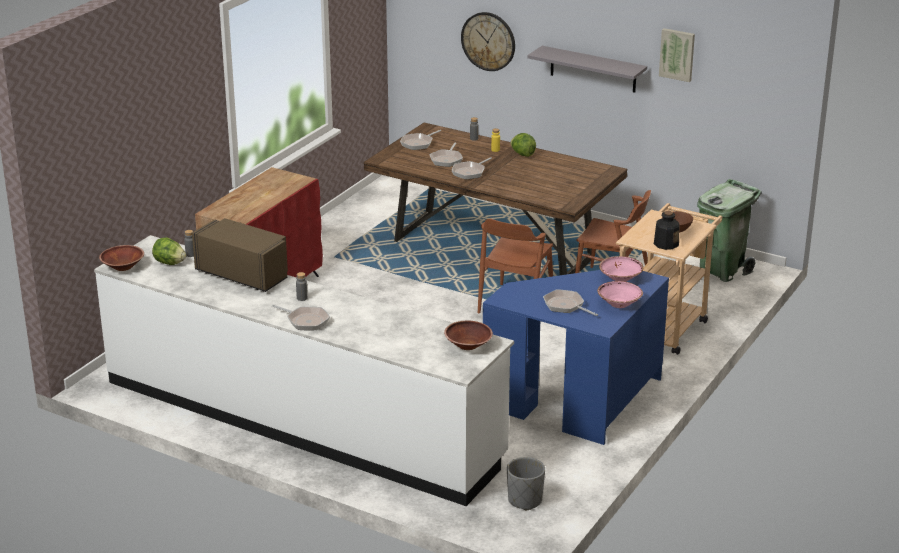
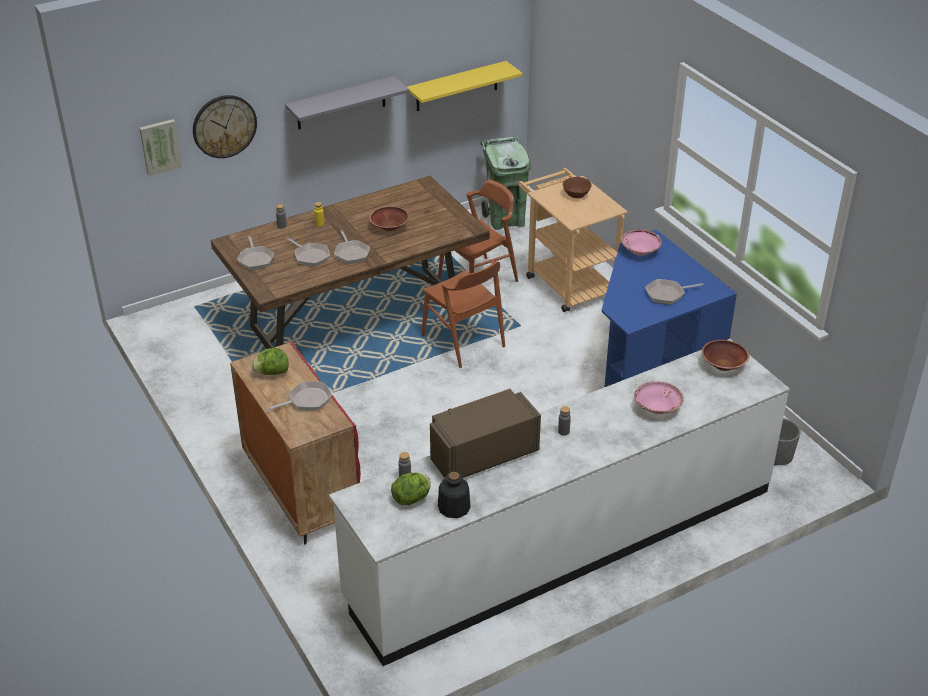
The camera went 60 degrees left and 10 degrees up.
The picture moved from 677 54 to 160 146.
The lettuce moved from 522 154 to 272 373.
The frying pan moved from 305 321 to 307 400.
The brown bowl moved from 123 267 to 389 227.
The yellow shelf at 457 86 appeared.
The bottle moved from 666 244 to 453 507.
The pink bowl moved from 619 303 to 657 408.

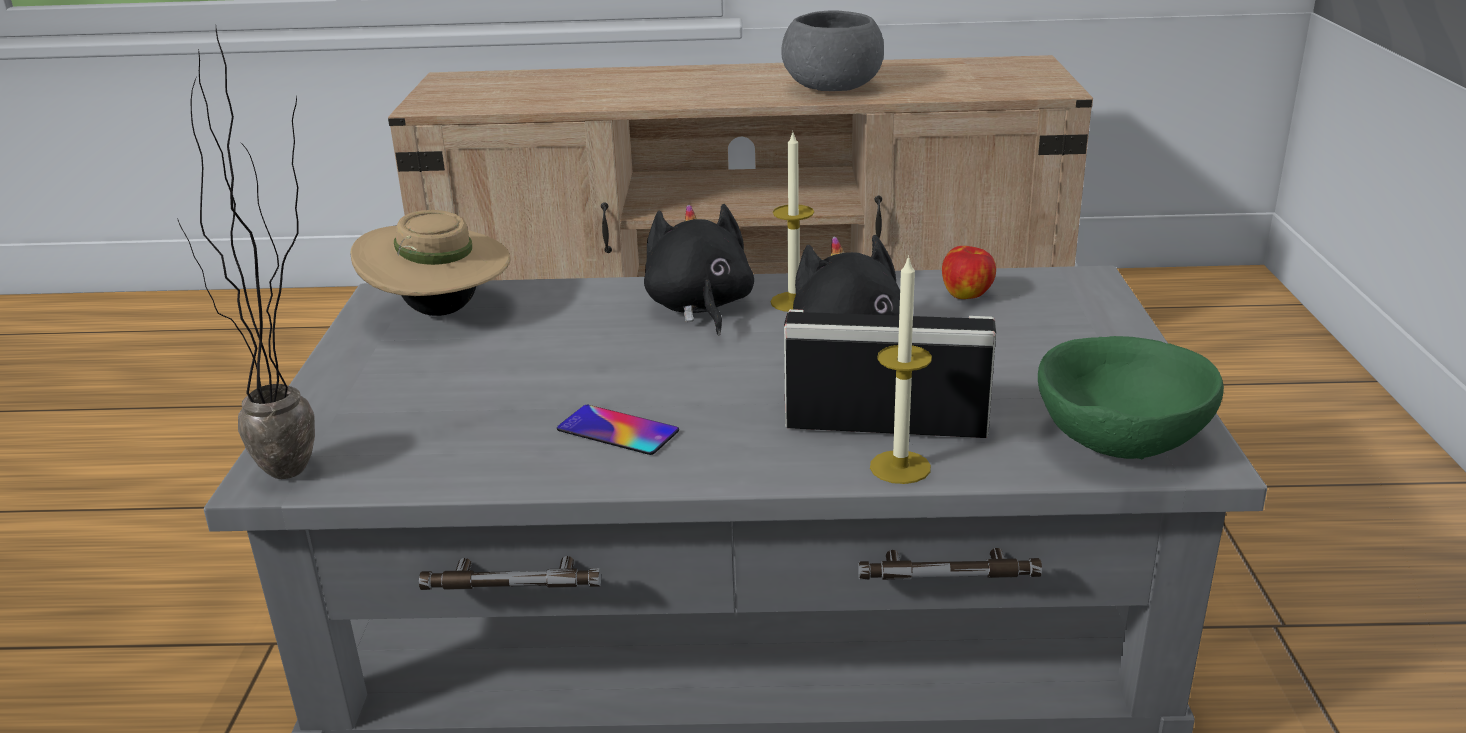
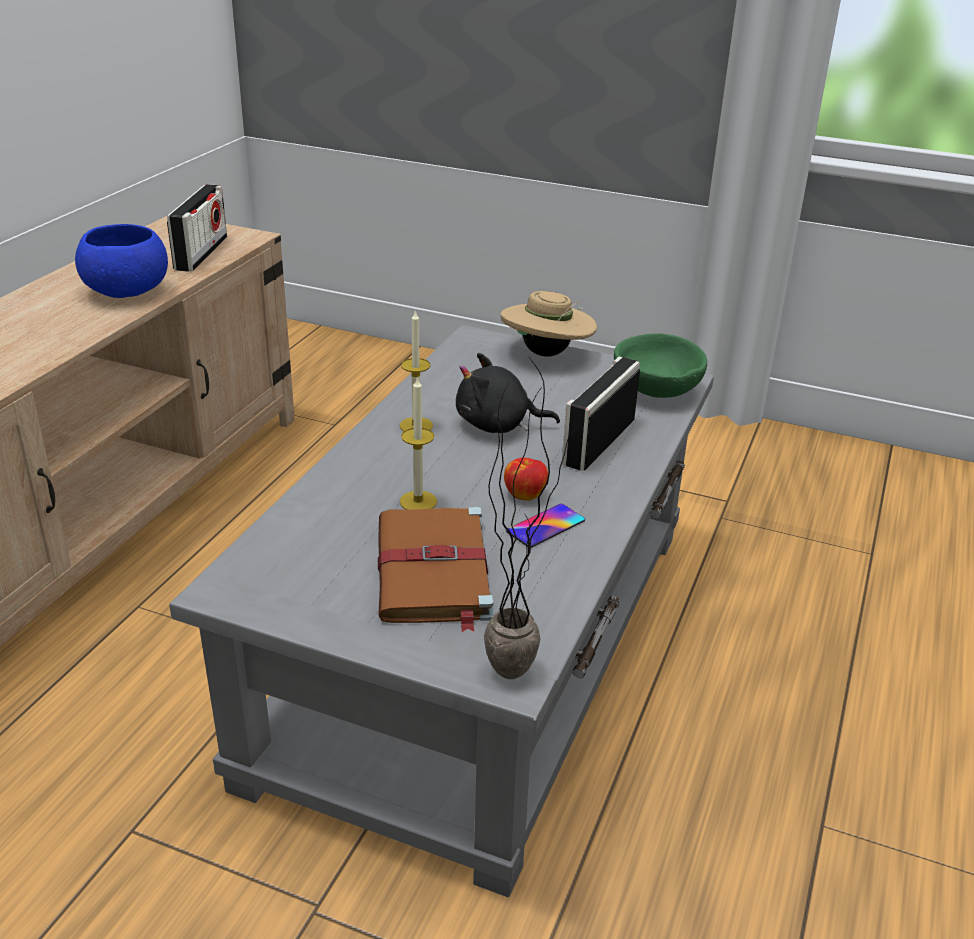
The camera went 70 degrees left and 5 degrees up.
The grey bowl at 832 88 became the blue bowl at 127 292.
The radio at 201 253 appeared.
The brown book at 433 572 appeared.
The candle moved from 900 467 to 418 501.
The beige hat moved from 440 312 to 547 354.
The apple moved from 967 295 to 525 495.
The black plush toy at 699 307 disappeared.

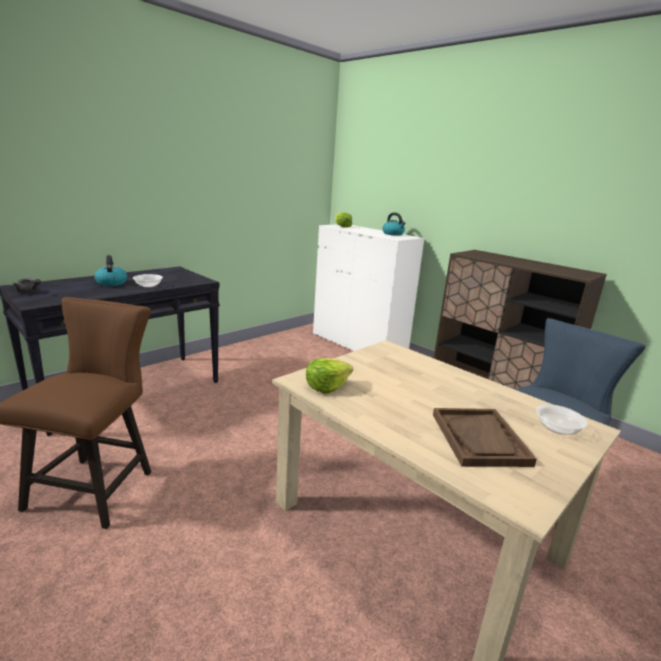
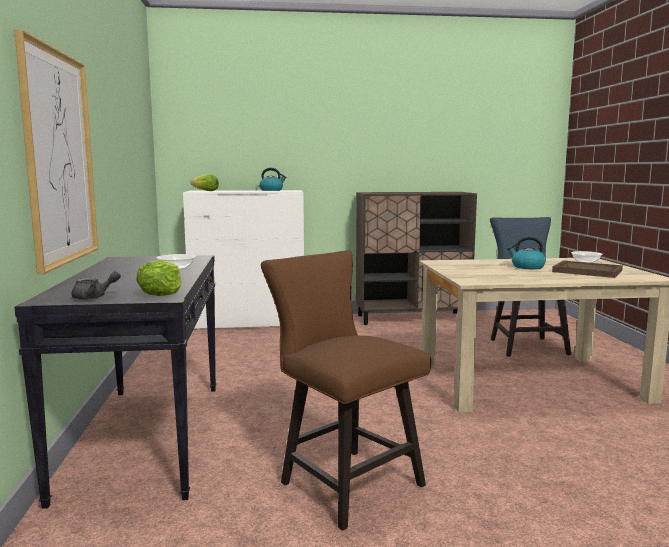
The camera went 50 degrees left and 10 degrees down.
The picture at 60 158 appeared.
The lettuce moved from 326 386 to 161 293.
The kettle moved from 111 283 to 527 267.

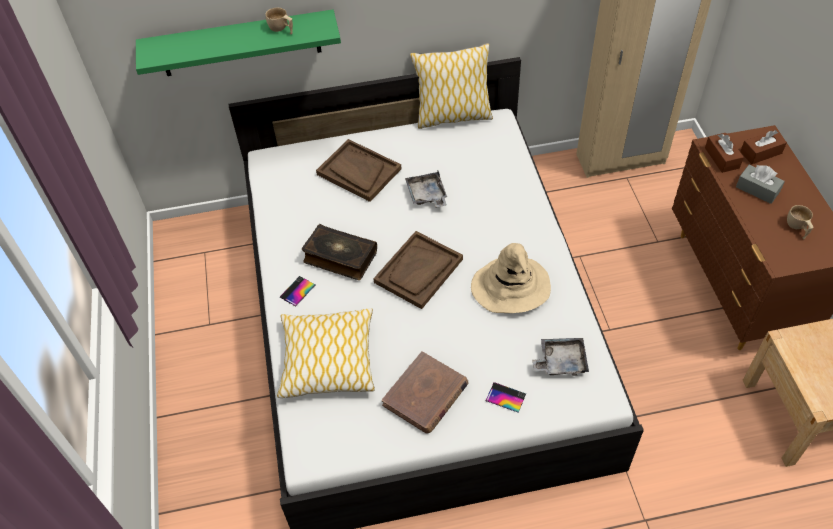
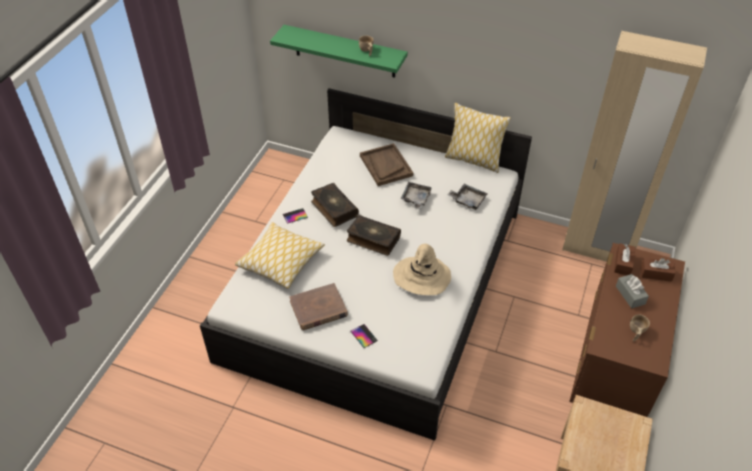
The camera went 30 degrees right and 5 degrees down.
The brown tray at 418 271 was replaced by the book at 373 239.
The grey tray moved from 560 361 to 468 200.

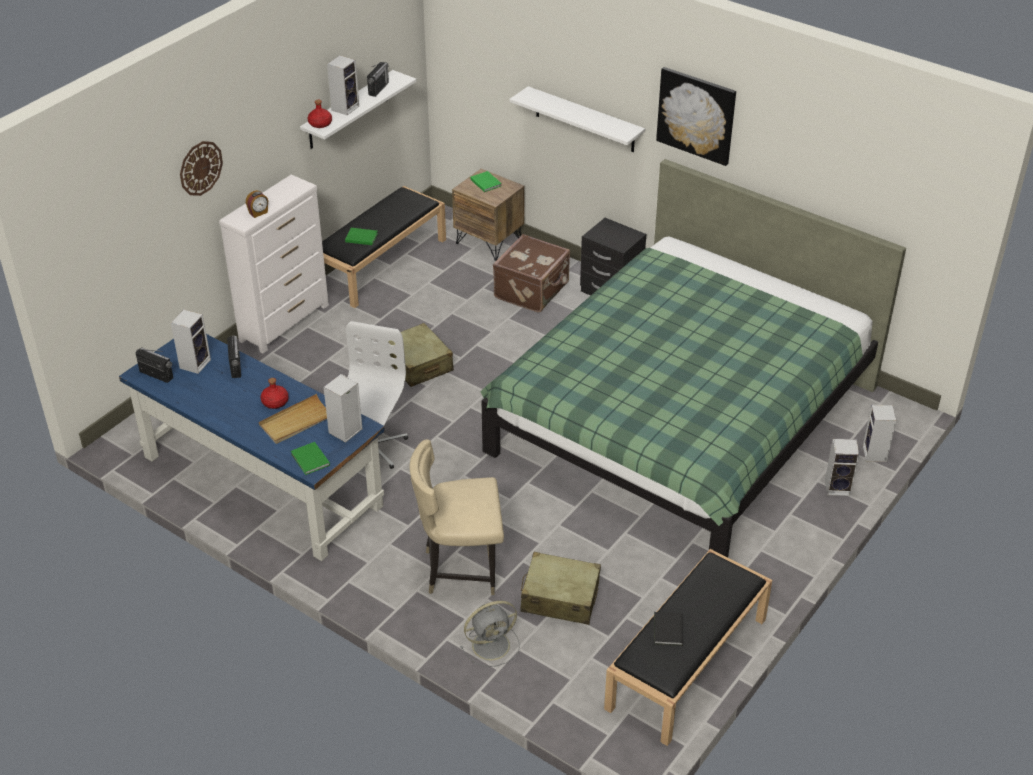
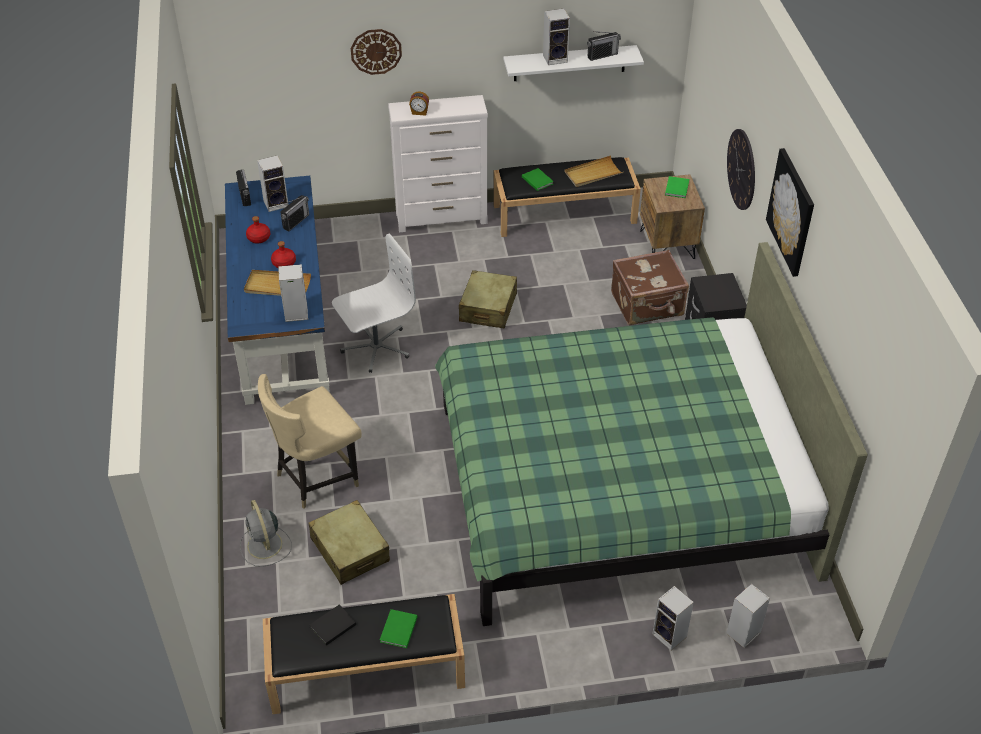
The camera went 45 degrees right and 5 degrees up.
The grey fan at 492 645 turned 45 degrees clockwise.
The red bottle moved from 320 124 to 259 238.
The beige chair at 460 569 turned 75 degrees counterclockwise.
The green book moved from 310 460 to 397 630.
The beige tray at 593 174 appeared.
The white shelf at 584 120 was replaced by the wall clock at 741 169.

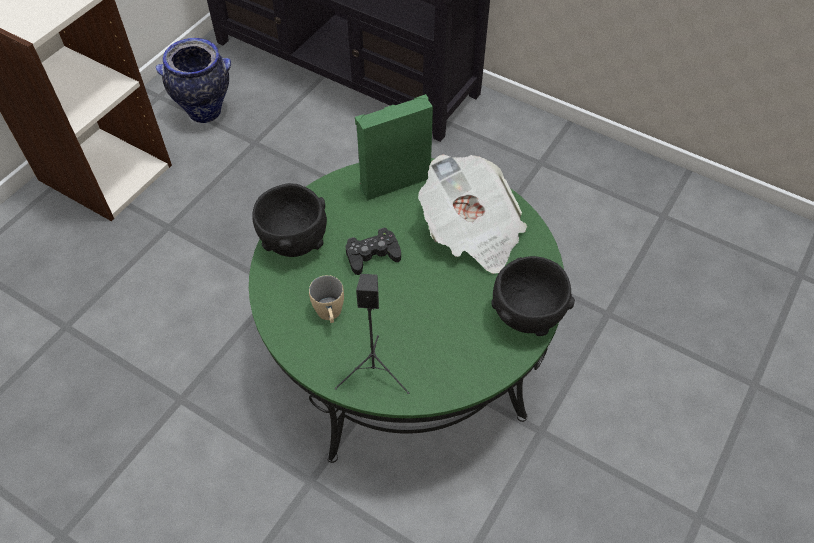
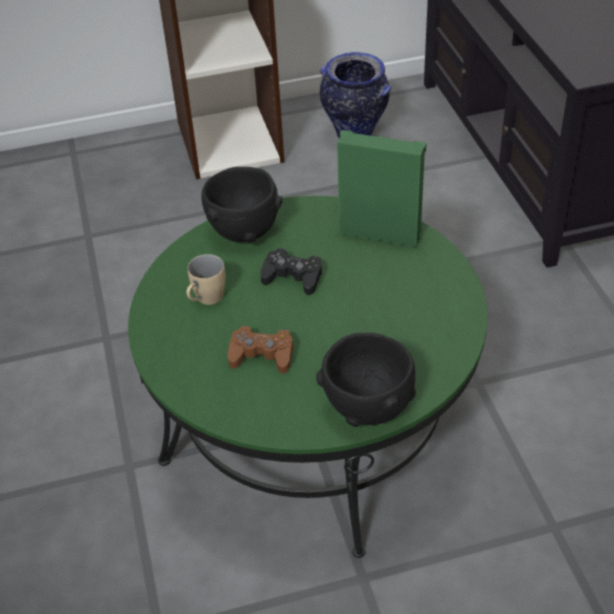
The camera went 45 degrees right and 10 degrees down.
The brown game controller at 262 355 appeared.
The black speaker at 375 372 disappeared.
The newspaper at 472 232 disappeared.

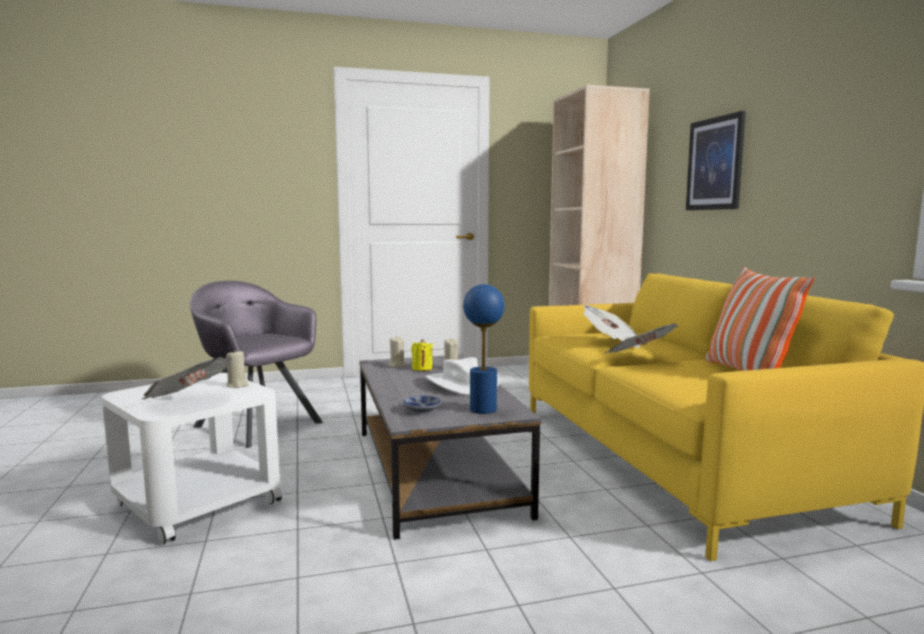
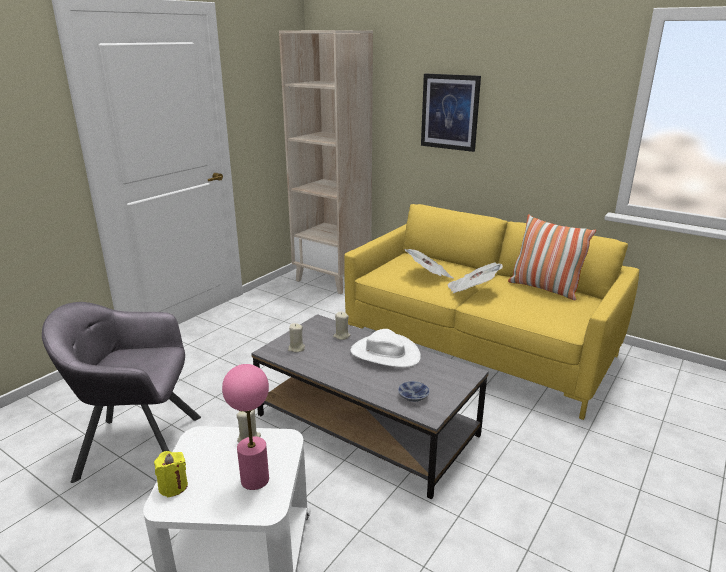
The camera went 40 degrees left and 15 degrees up.
The yellow candle moved from 422 368 to 173 486.
The newspaper at 189 401 was replaced by the pink table lamp at 254 480.
The blue table lamp at 483 409 disappeared.

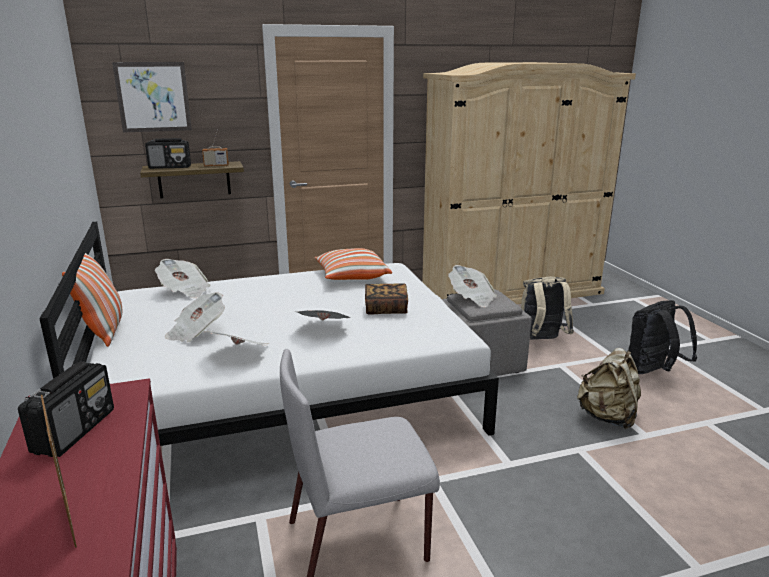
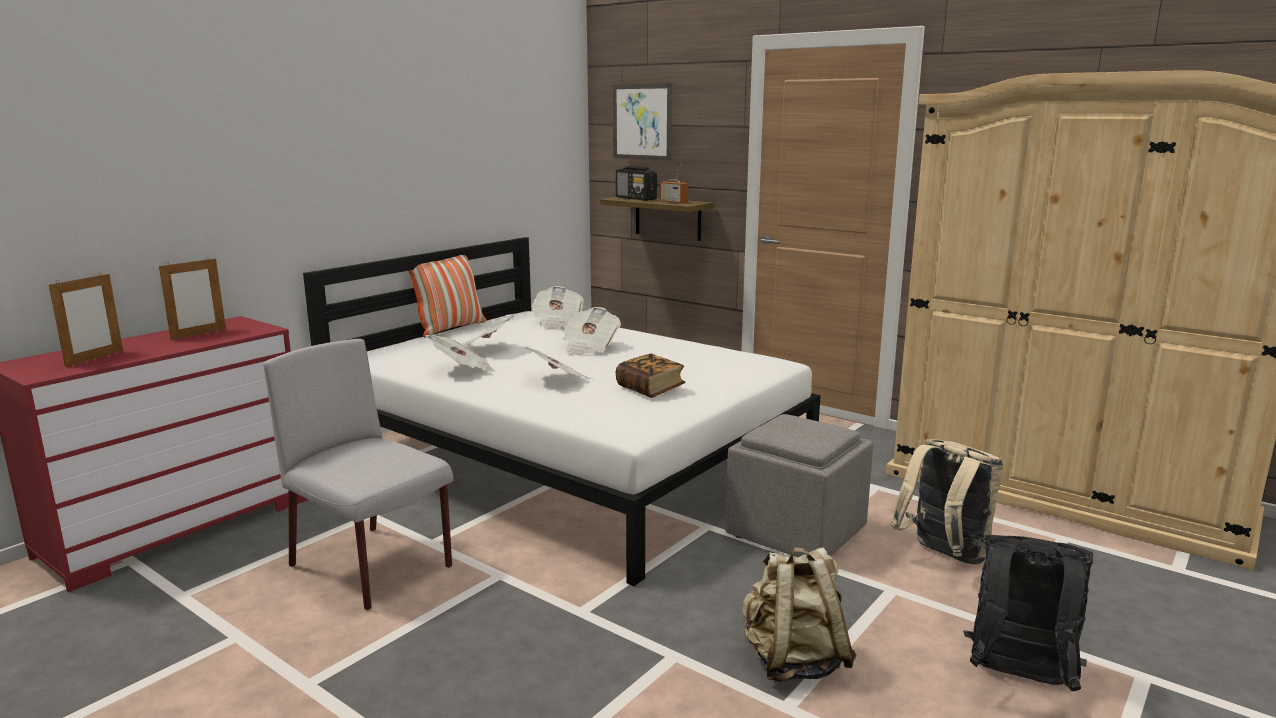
The camera went 55 degrees right and 5 degrees down.
The radio at 75 430 was replaced by the picture frame at 198 334.
The newspaper moved from 472 298 to 589 347.
The pillow at 351 276 disappeared.

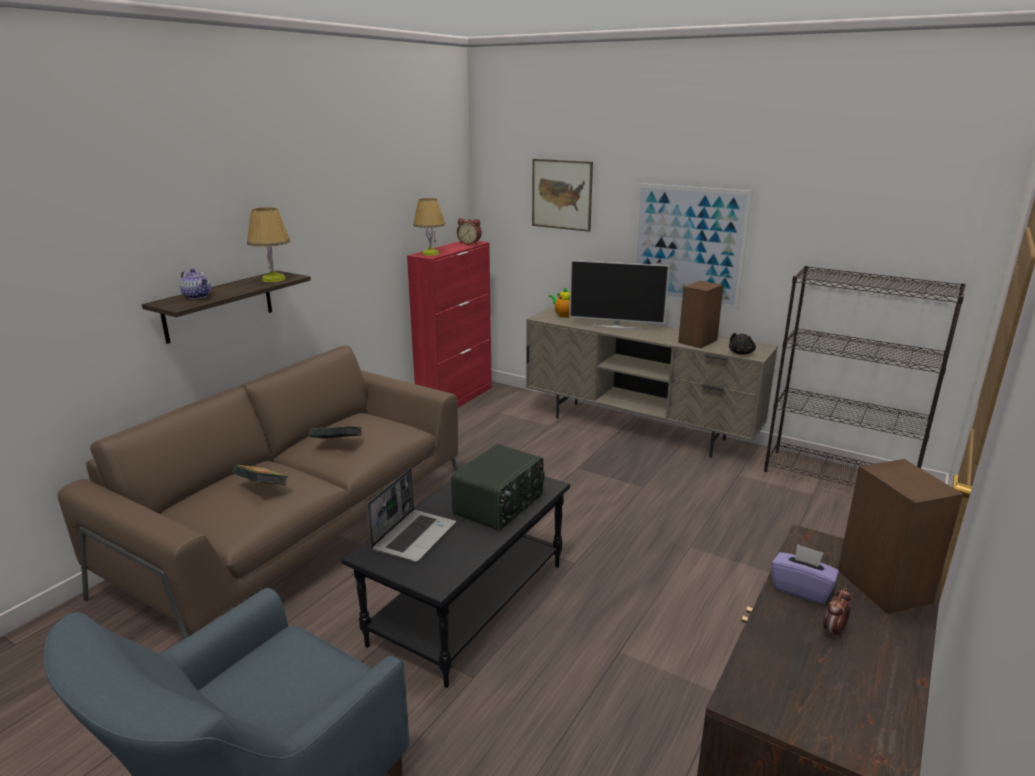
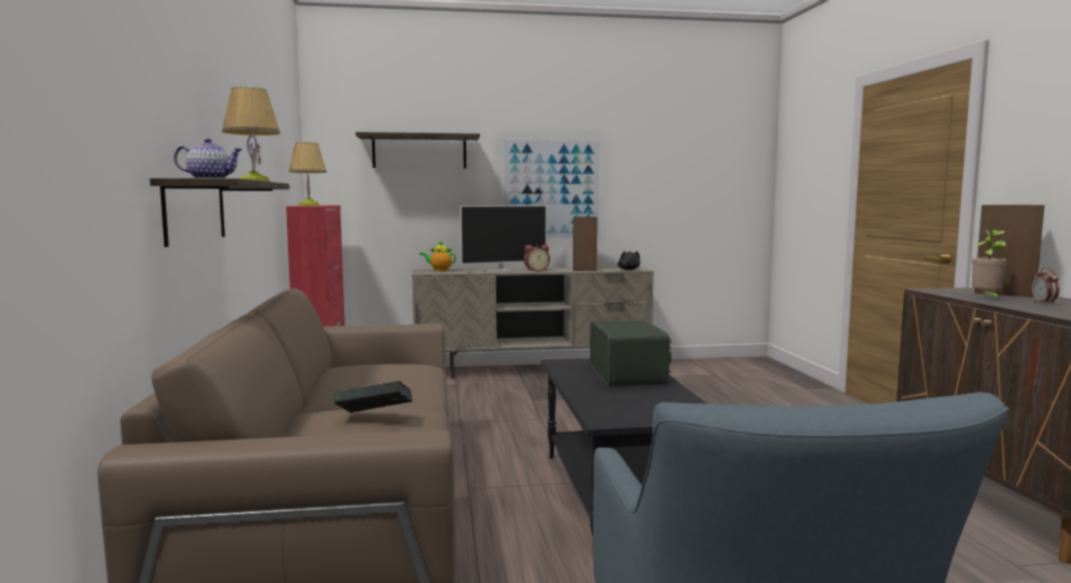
The camera went 40 degrees left and 15 degrees down.
The picture at 561 194 was replaced by the shelf at 419 152.
The alarm clock moved from 470 243 to 536 271.
The purple tissue box at 801 589 was replaced by the potted plant at 986 299.
The book at 337 444 disappeared.
The laptop at 414 536 disappeared.
The black bookcase at 839 478 disappeared.

